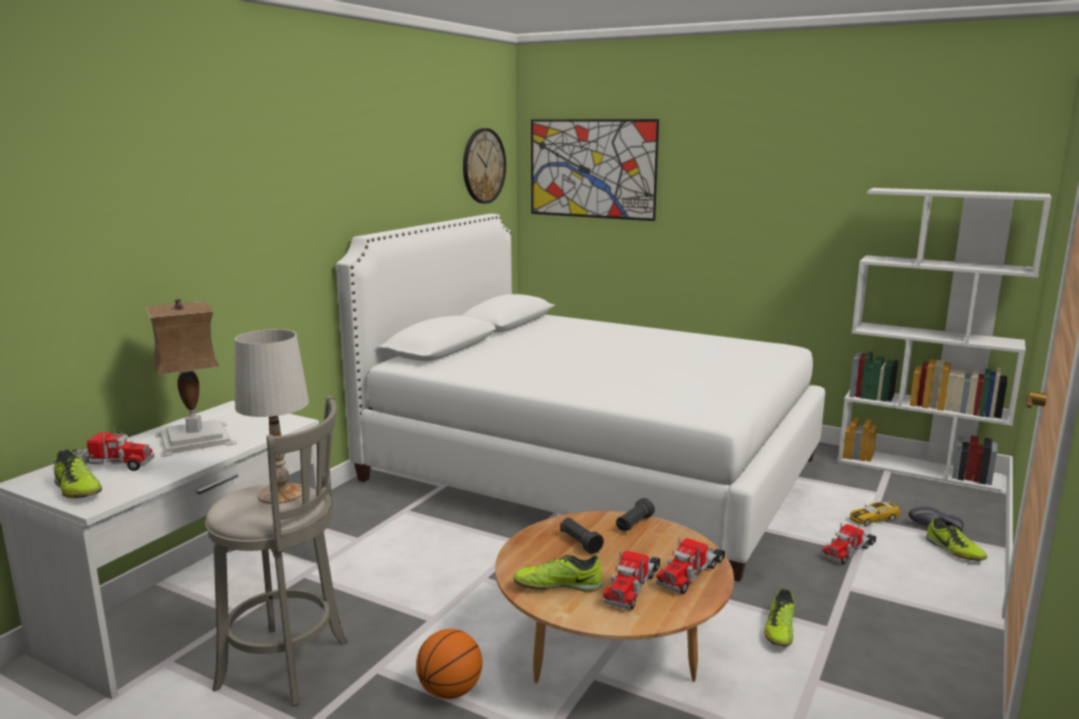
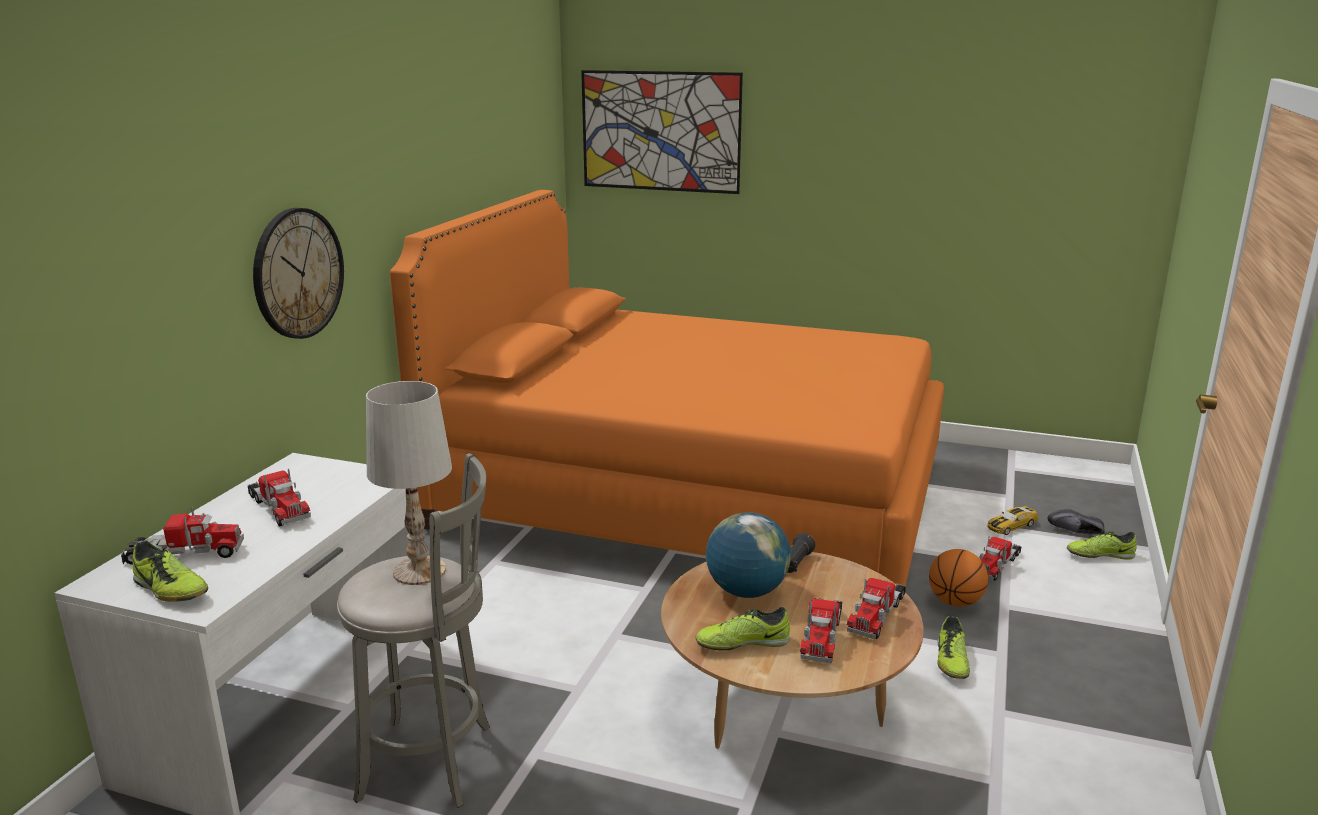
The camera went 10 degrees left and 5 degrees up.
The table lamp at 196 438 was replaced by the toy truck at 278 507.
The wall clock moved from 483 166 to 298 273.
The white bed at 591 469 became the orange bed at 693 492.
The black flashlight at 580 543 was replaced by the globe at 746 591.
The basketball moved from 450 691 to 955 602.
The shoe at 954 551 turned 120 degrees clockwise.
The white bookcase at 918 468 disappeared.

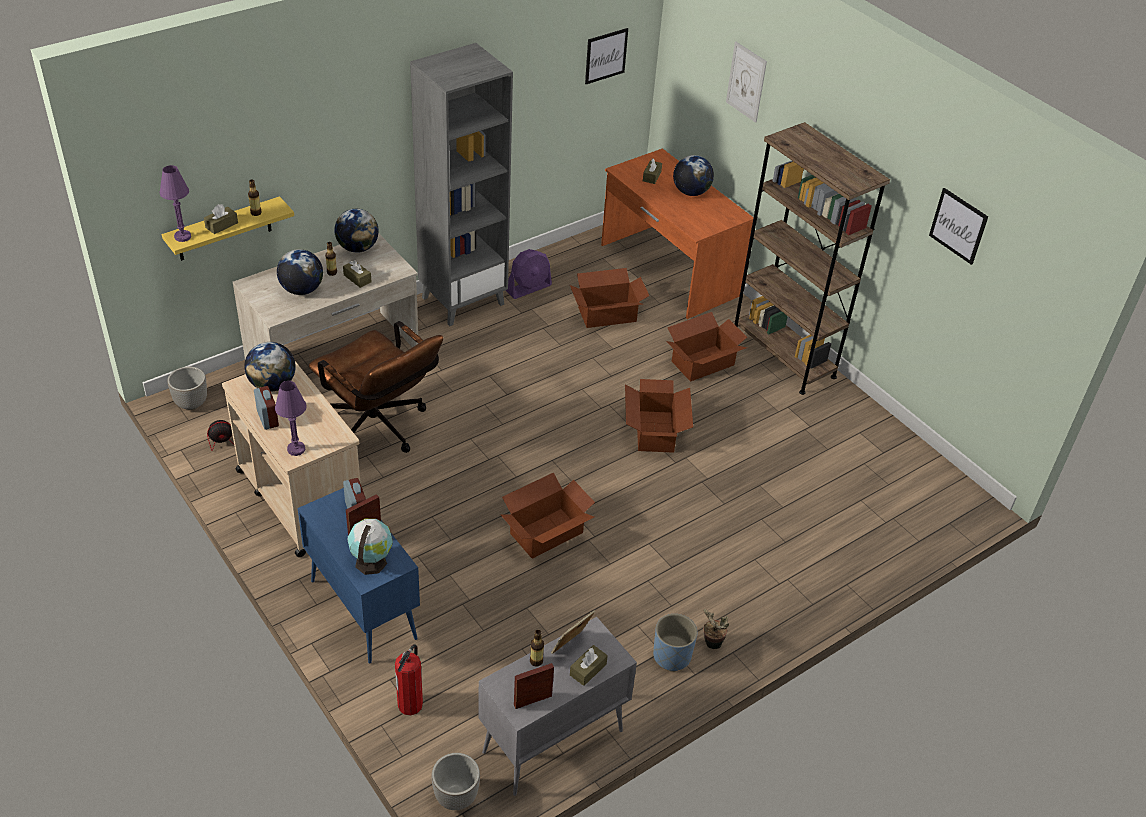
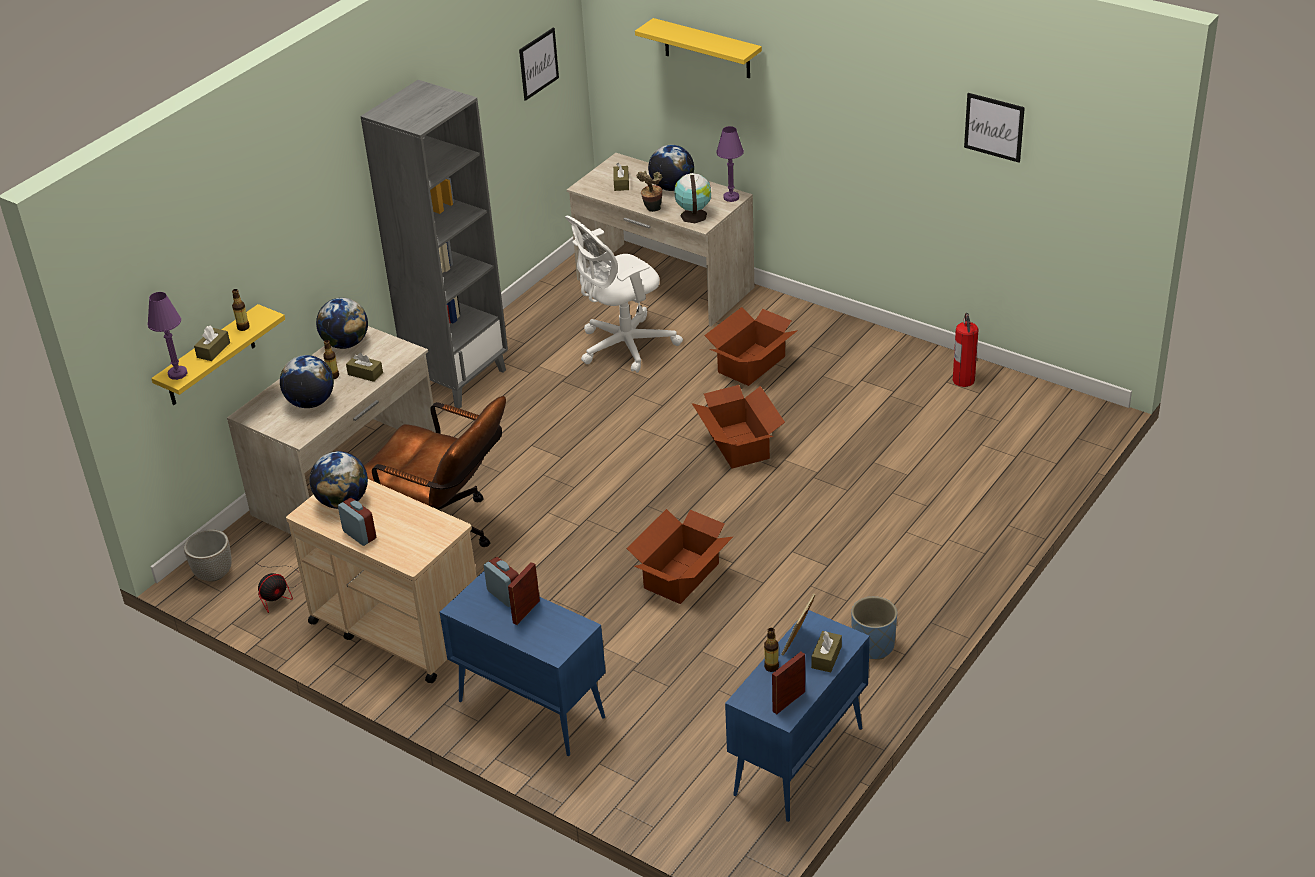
The camera went 15 degrees left and 5 degrees down.
The cardboard box at 606 314 was replaced by the white office chair at 622 347.
The orange desk at 668 270 became the beige desk at 664 284.
The picture at 746 82 was replaced by the yellow shelf at 707 49.
The potted plant moved from 711 644 to 652 209.
The globe moved from 371 561 to 693 215.
The purple table lamp moved from 296 449 to 731 197.
The grey cabinet at 552 742 became the blue cabinet at 798 762.
The fire extinguisher moved from 410 704 to 963 380.
The planter at 455 797 disappeared.
The purple fan at 529 288 disappeared.
The brown bookcase at 783 355 disappeared.

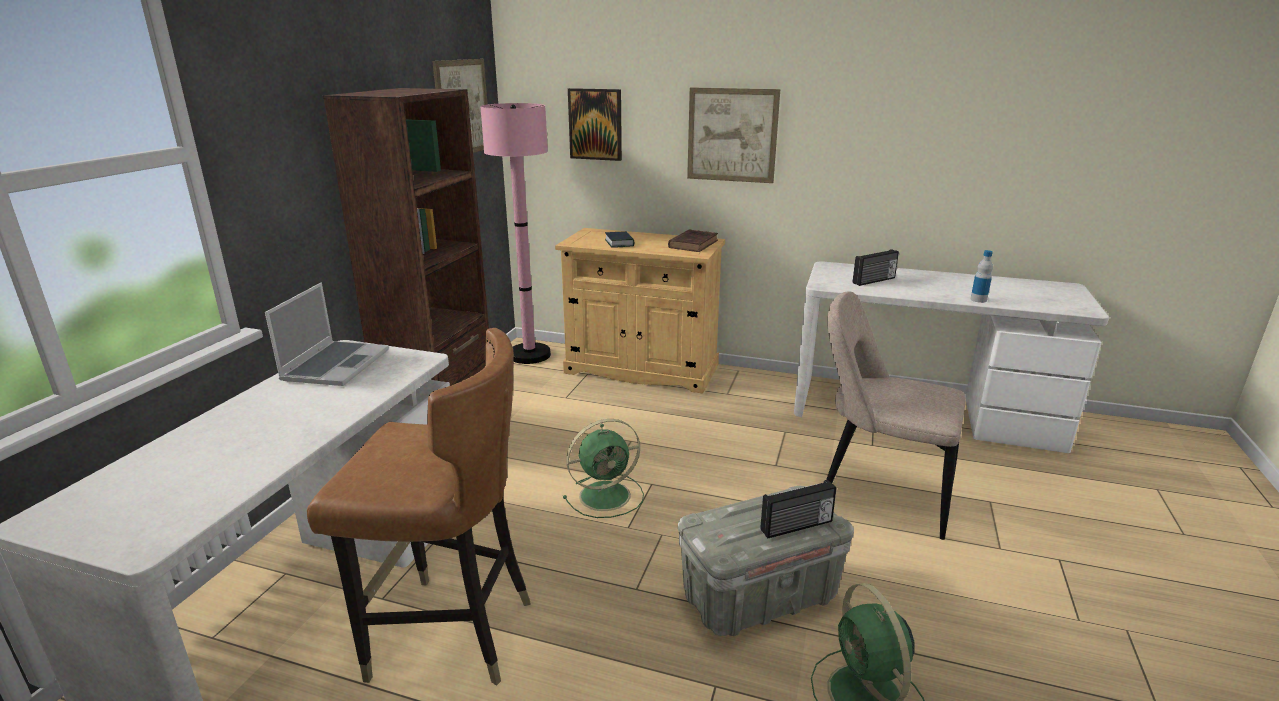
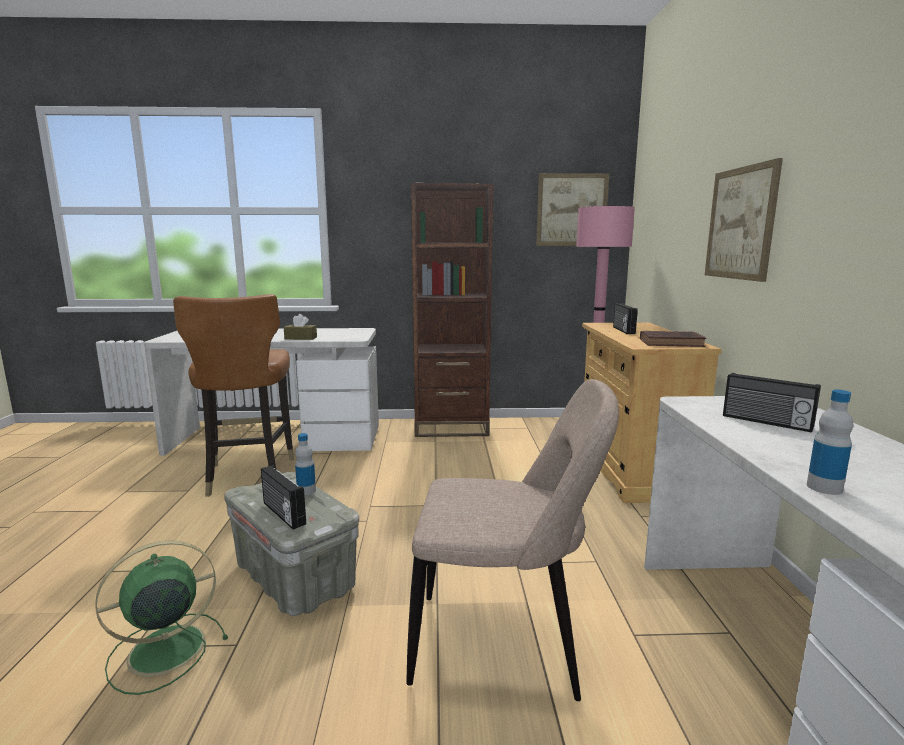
The camera went 70 degrees right and 10 degrees down.
The brown tissue box at 300 338 appeared.
The bottle at 306 491 appeared.
The beige chair at 878 496 turned 90 degrees clockwise.
The book at 619 243 was replaced by the radio at 622 330.
The laptop at 336 365 disappeared.
The green fan at 607 495 disappeared.
The picture at 595 124 disappeared.

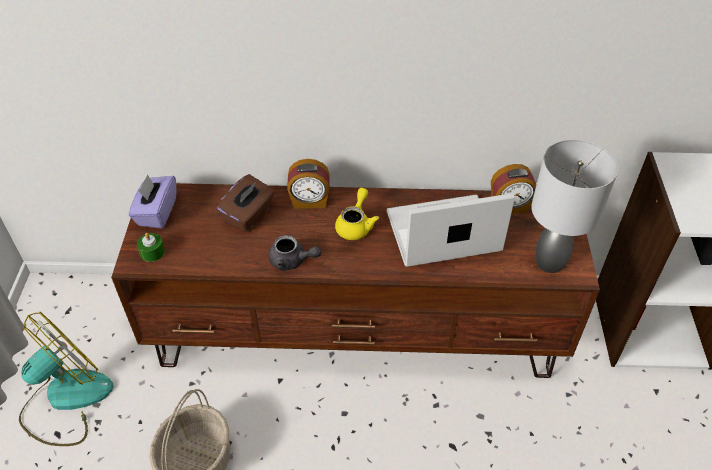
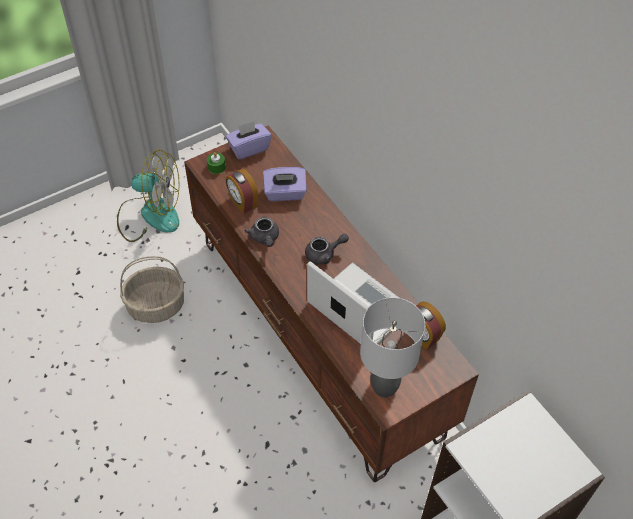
The camera went 55 degrees right and 5 degrees up.
The alarm clock moved from 309 201 to 242 202.
The brown tissue box at 249 215 became the purple tissue box at 285 193.
The yellow teapot at 356 225 became the grey teapot at 324 254.

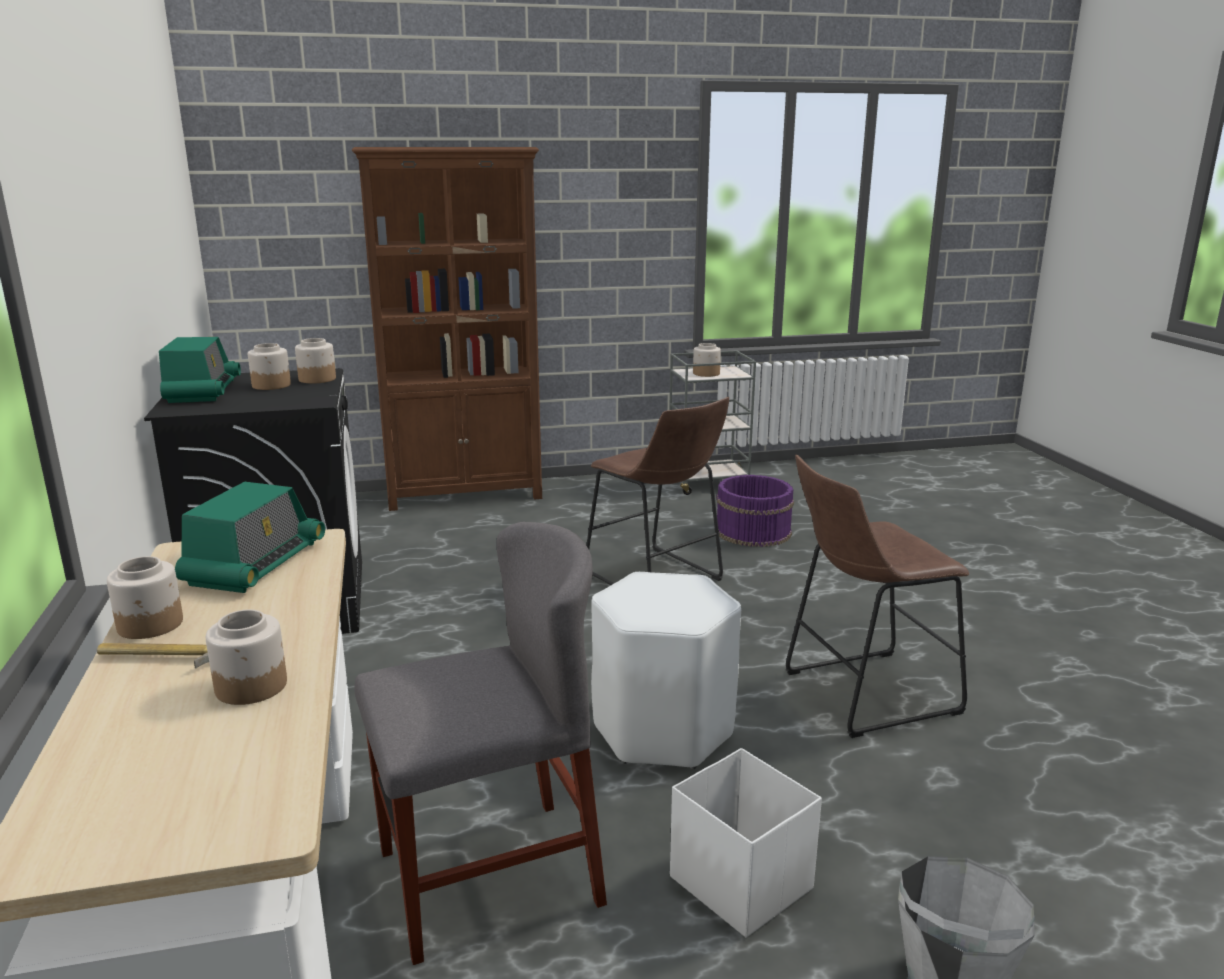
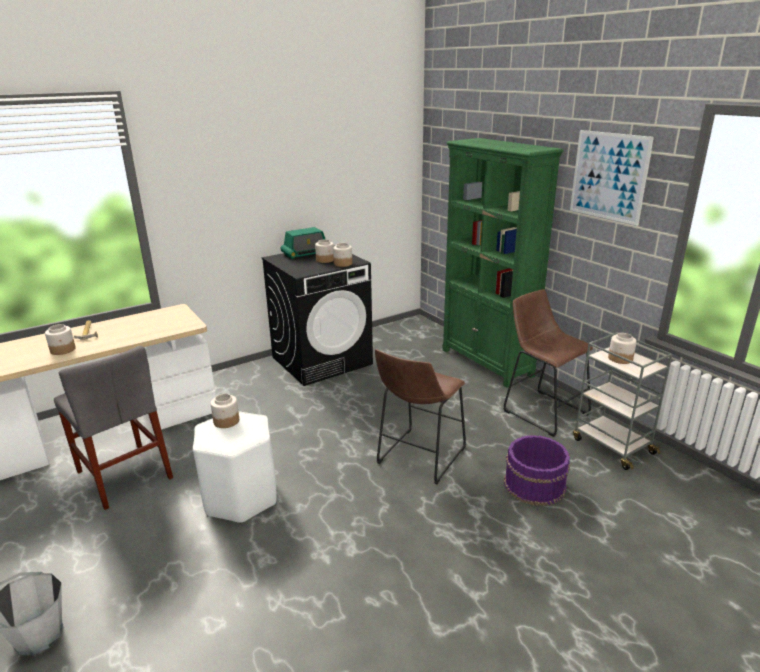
The camera went 70 degrees right and 5 degrees up.
The jar moved from 151 625 to 226 421.
The brown bookcase at 465 494 became the green bookcase at 487 363.
The brown stool moved from 861 693 to 542 410.
The picture at 608 176 appeared.
The radio at 255 564 disappeared.
The white storage box at 740 882 disappeared.

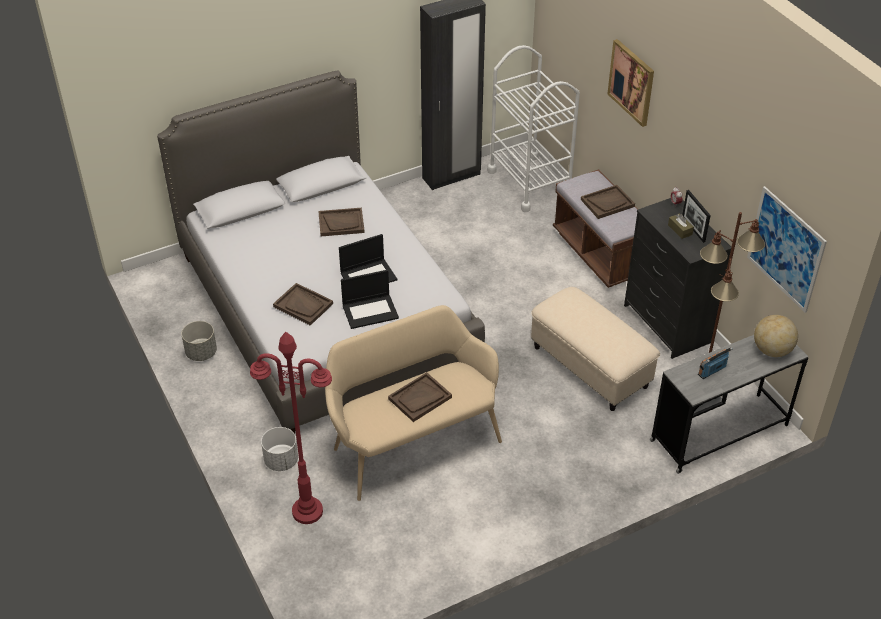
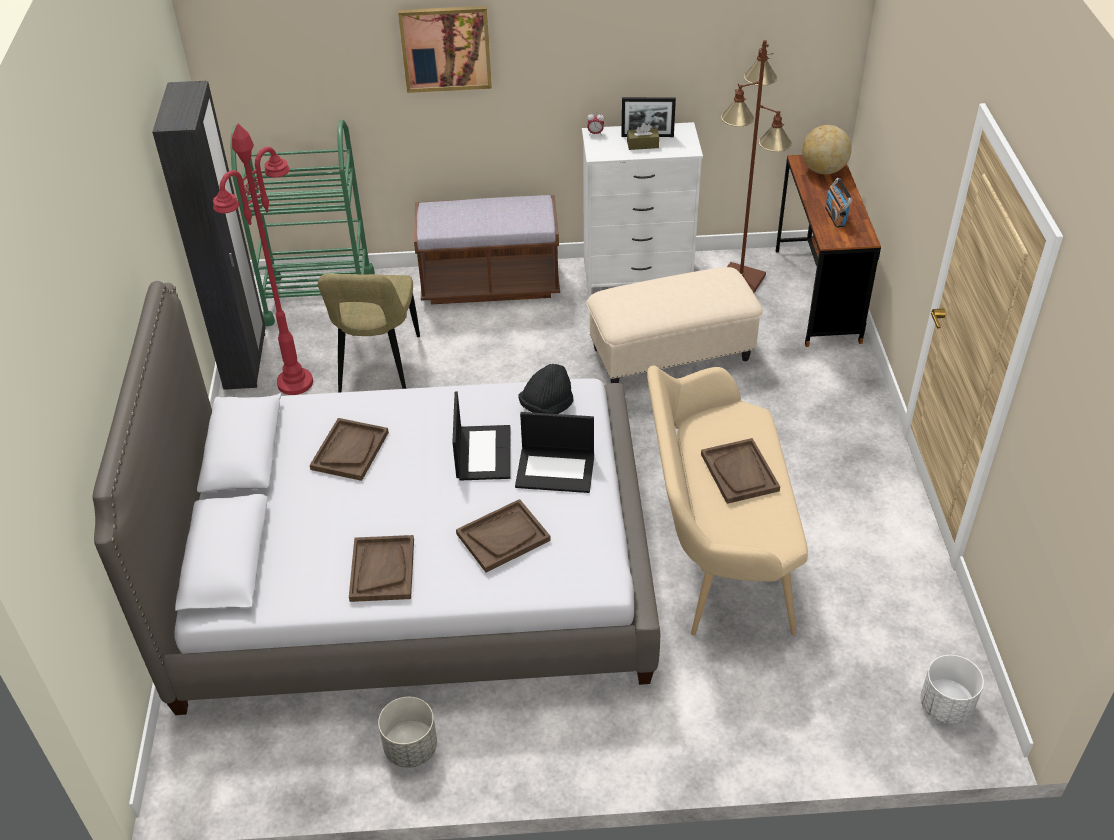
The camera went 65 degrees left and 0 degrees up.
The red floor lamp moved from 307 511 to 295 383.
The white cart at 530 183 became the green cart at 319 297.
The beige chair at 378 367 appeared.
The brown tray moved from 607 203 to 382 570.
The laptop at 370 311 turned 90 degrees clockwise.
The black hat at 546 406 appeared.
The black dresser at 666 324 became the white dresser at 637 275.
The grey desk at 719 433 became the brown desk at 817 295.
The white planter moved from 281 460 to 945 705.
The picture at 785 249 disappeared.

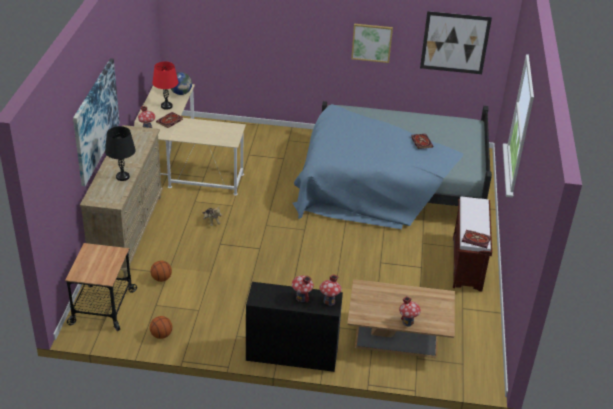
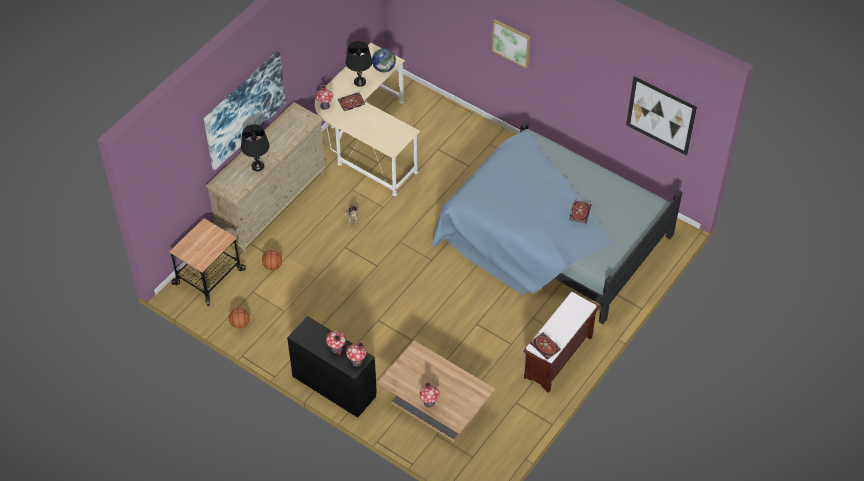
The camera went 30 degrees right and 15 degrees up.
The red table lamp at 166 106 became the black table lamp at 360 82.
The picture moved from 371 42 to 511 43.

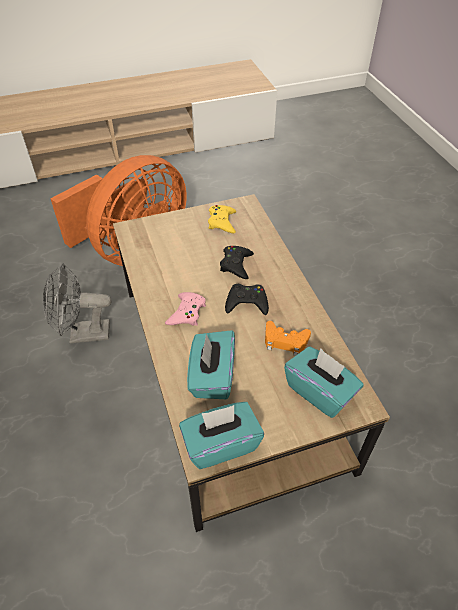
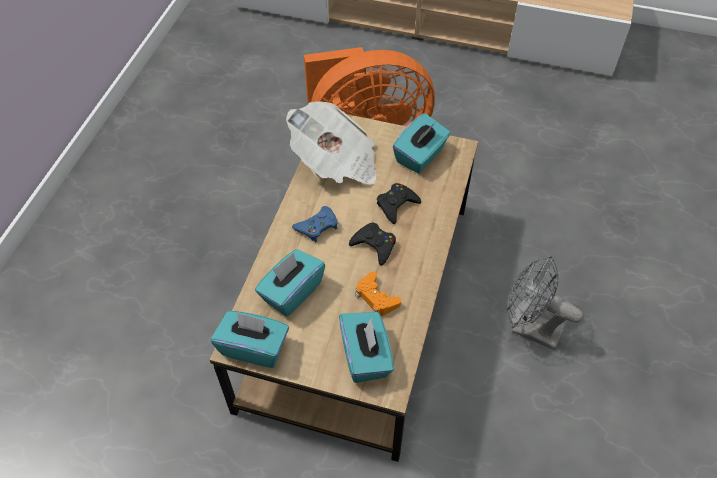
The camera went 35 degrees right and 5 degrees up.
The newspaper at 336 162 appeared.
The pink game controller at 187 313 became the blue game controller at 317 226.
The yellow game controller at 222 222 was replaced by the turquoise tissue box at 420 156.
The grey fan moved from 83 334 to 529 328.

